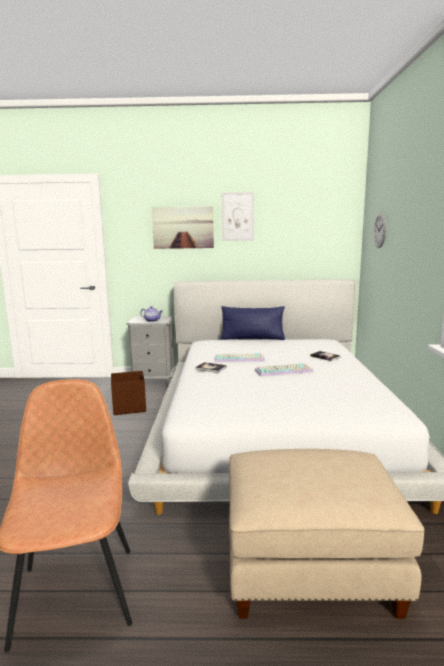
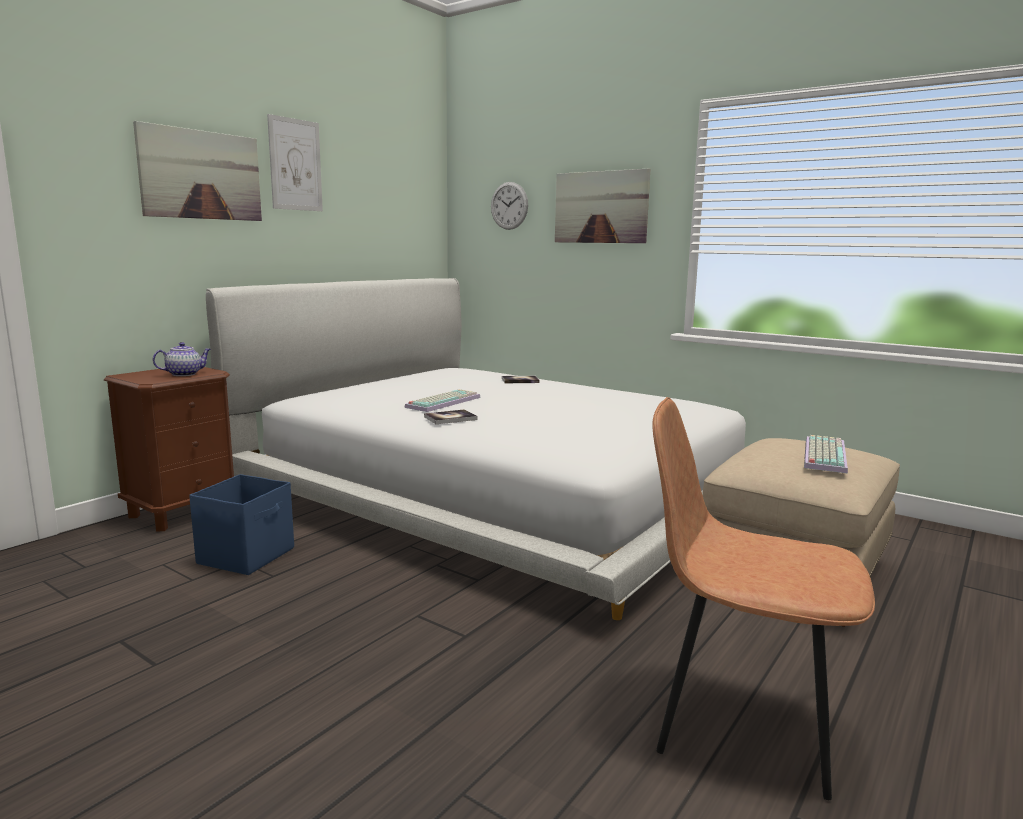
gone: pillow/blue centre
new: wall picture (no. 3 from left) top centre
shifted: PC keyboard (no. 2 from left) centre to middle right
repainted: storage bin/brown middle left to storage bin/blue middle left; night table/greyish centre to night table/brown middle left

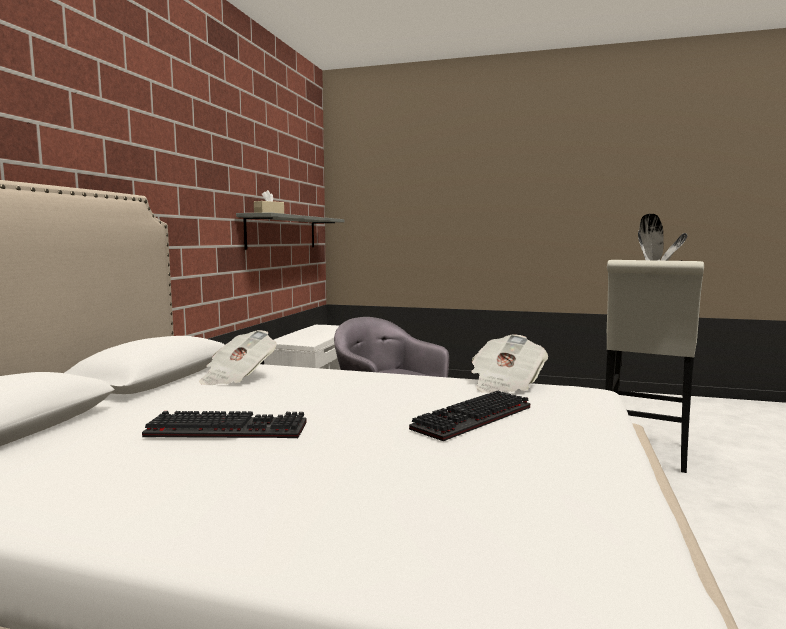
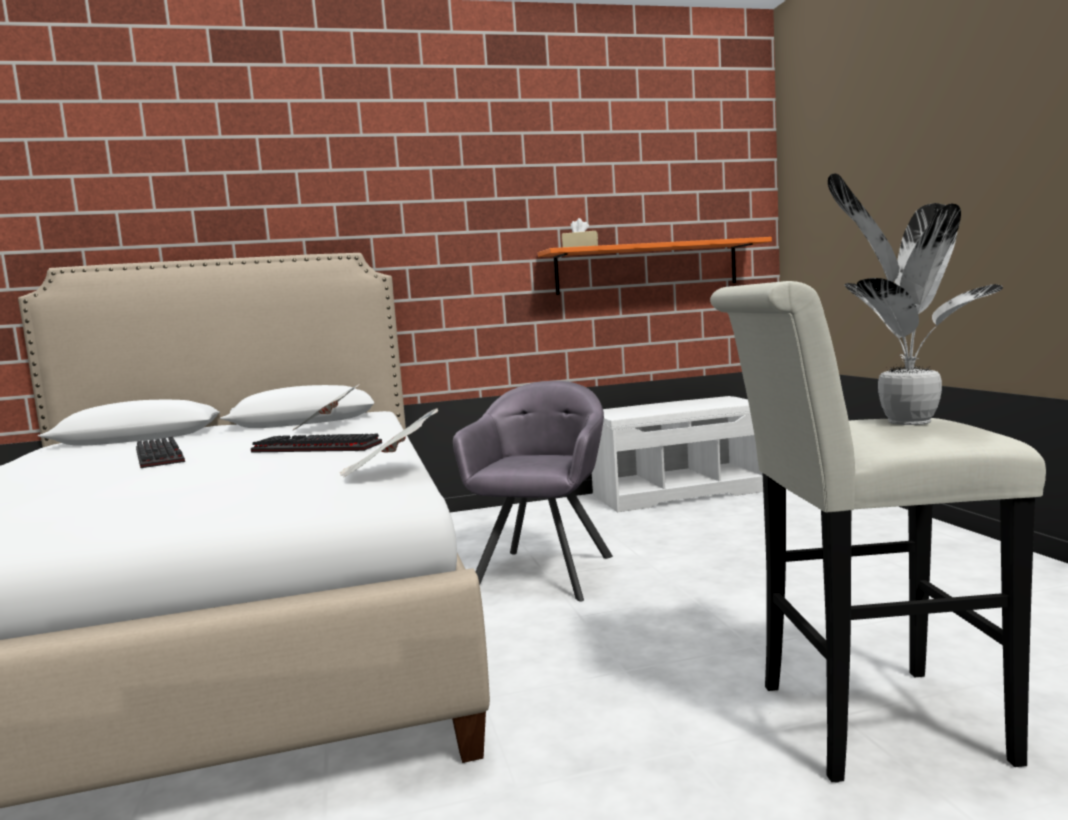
shifted: PC keyboard (no. 2 from left) centre to middle left
repainted: shelf/greyish centre to shelf/orange-coloured top centre

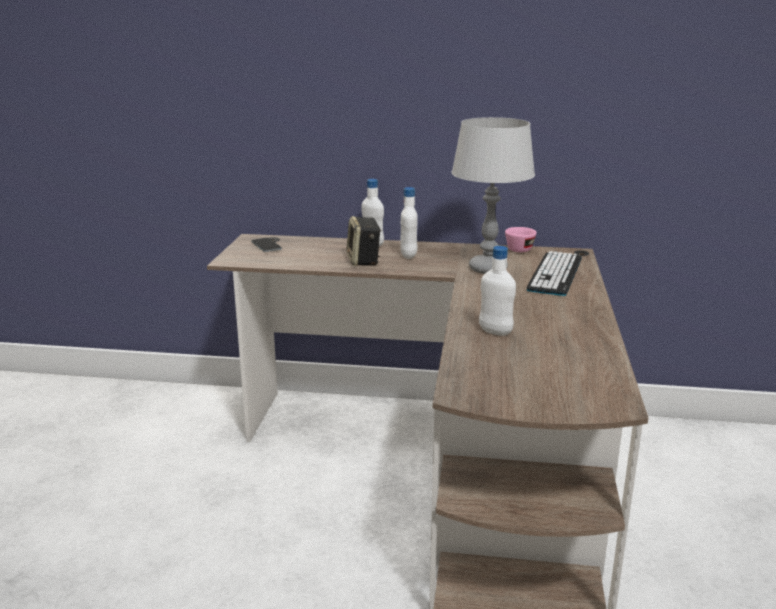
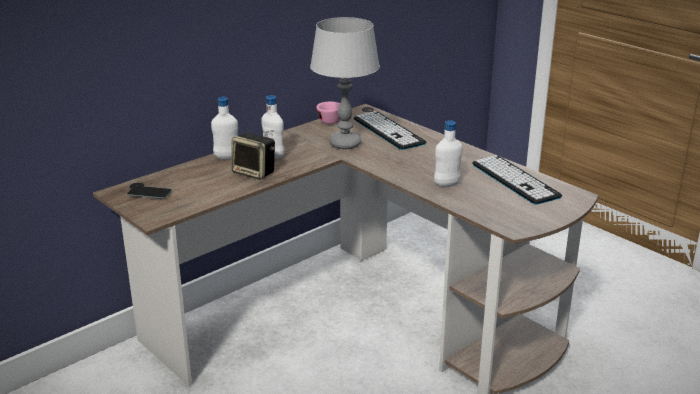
new: PC keyboard (no. 2 from left) middle right

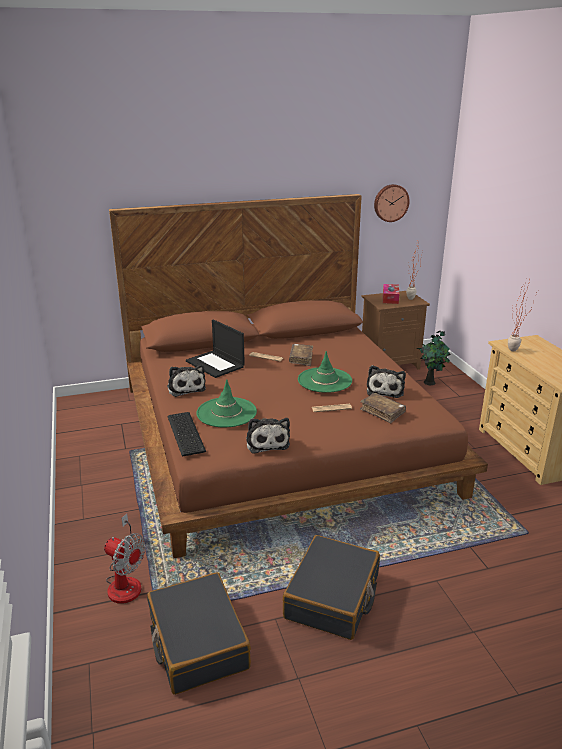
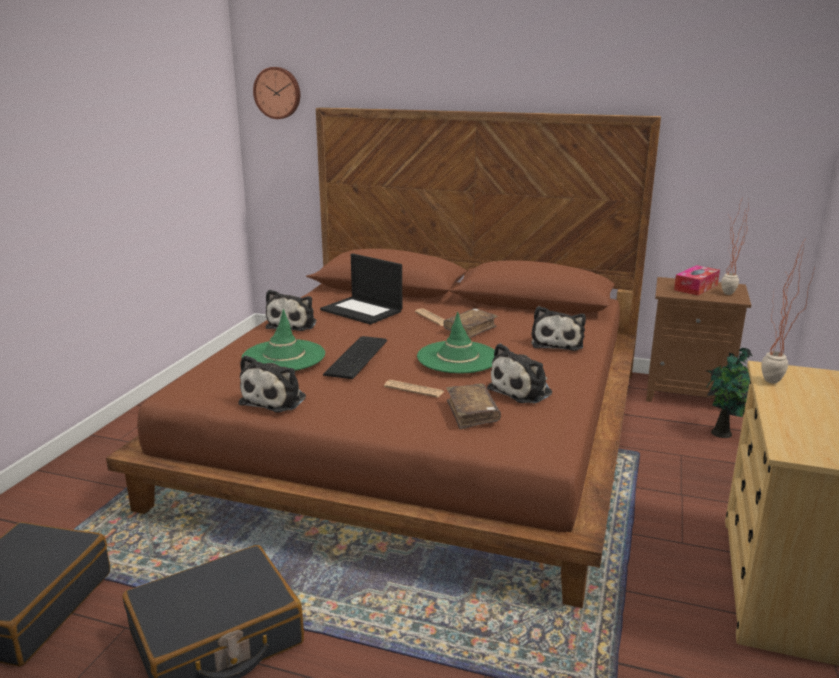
gone: fan bottom left
new: soft toy (no. 4 from left) centre
shifted: PC keyboard middle left to centre; hanging clock top right to top left
rotated: notebook computer centre = centre 45 degrees counterclockwise

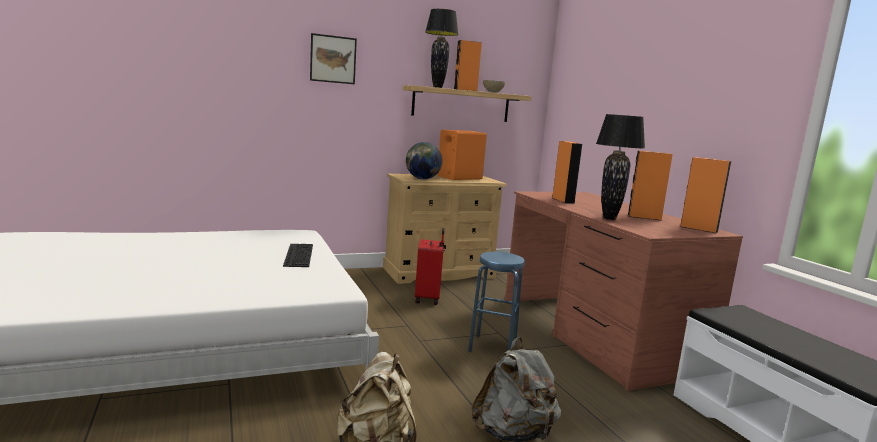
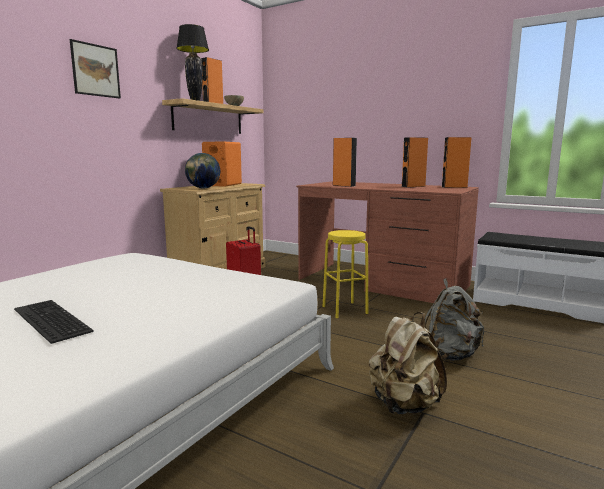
gone: lamp for a table/black (no. 2 from left) middle right
shifted: PC keyboard centre to middle left
repainted: stool seat/blue bottom centre to stool seat/yellowish centre

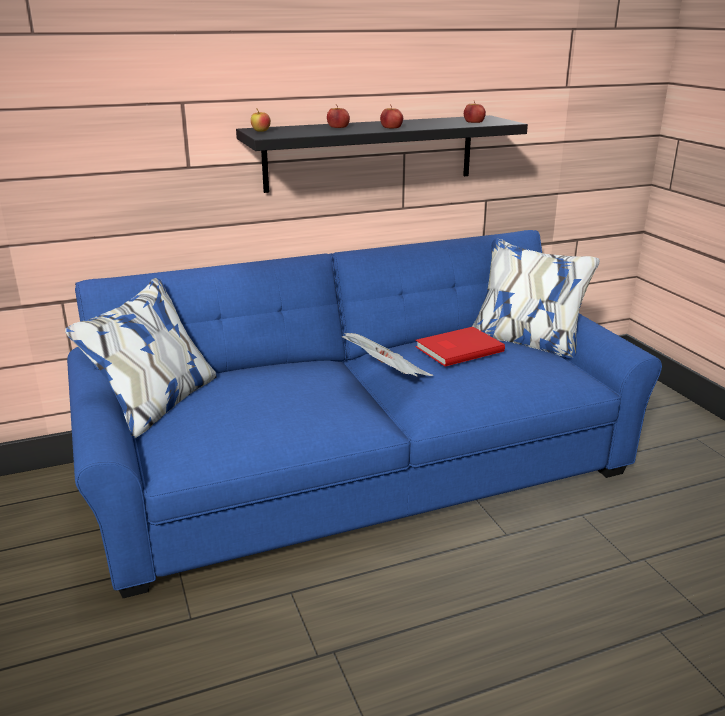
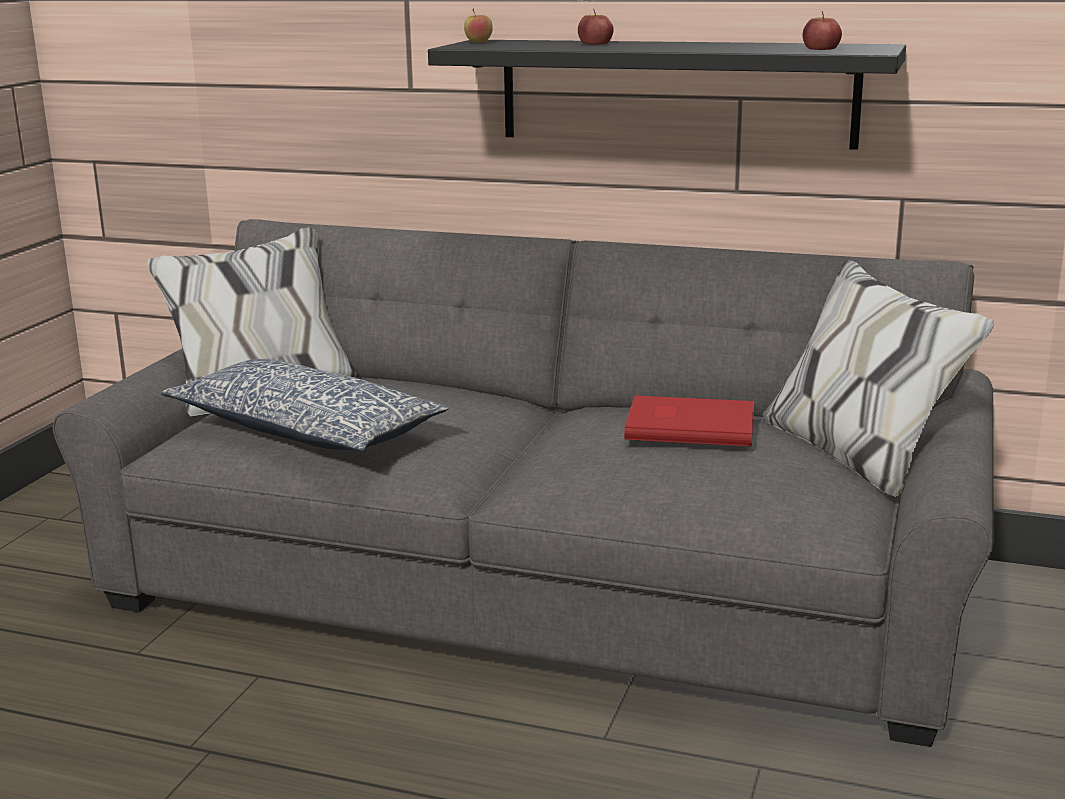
gone: printed paper centre; whole apple (no. 3 from left) top centre
new: pillow middle left
repainted: couch/blue centre to couch/greyish centre

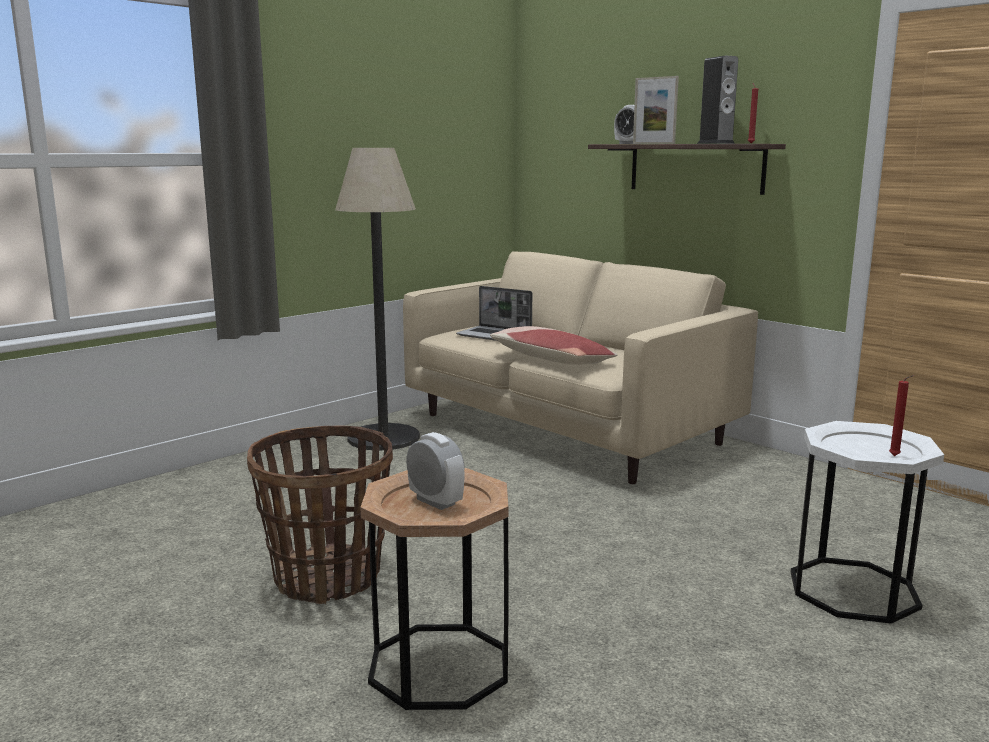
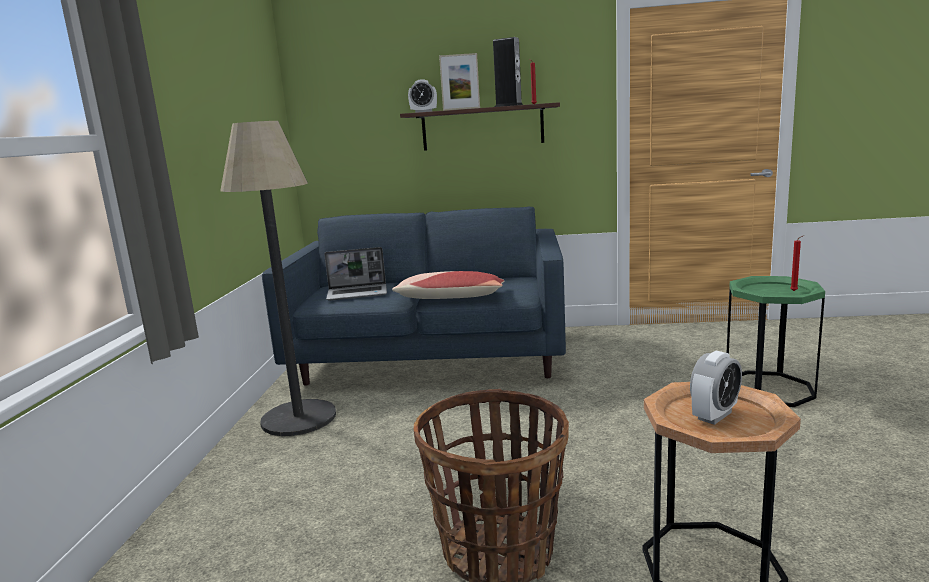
repainted: couch/beige-coloured centre to couch/blue centre; end table/white bottom right to end table/green-coloured middle right
rotated: table clock (no. 1 from left in the first image) centre = bottom right 135 degrees clockwise

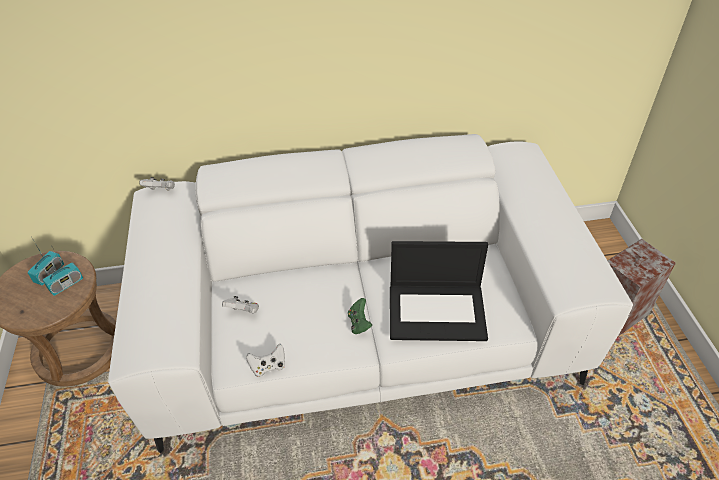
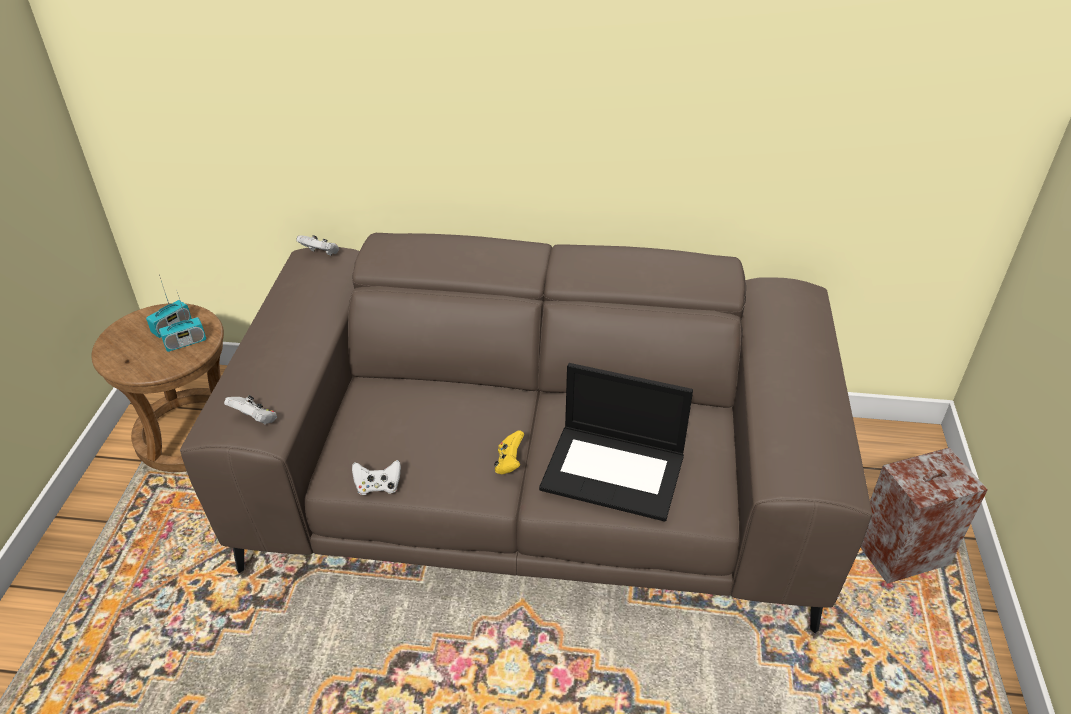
shifted: gamepad/white (no. 2 from left in the first image) centre to gamepad/white (no. 1 from left) middle left
repainted: couch/white centre to couch/brown centre; gamepad/green-coloured centre to gamepad/yellowish centre

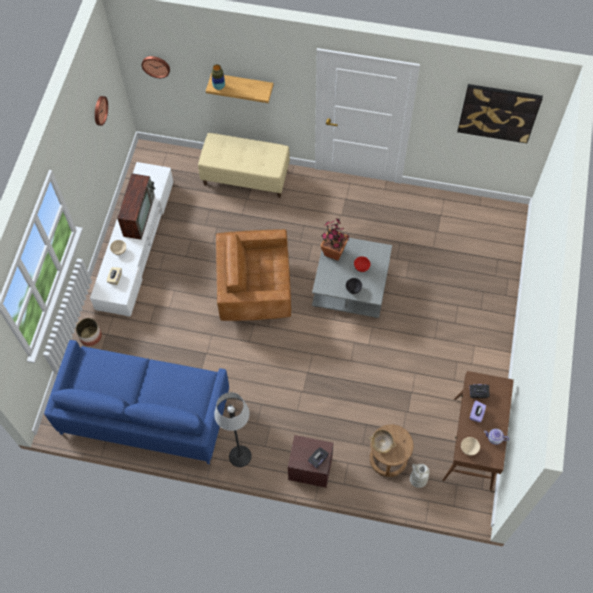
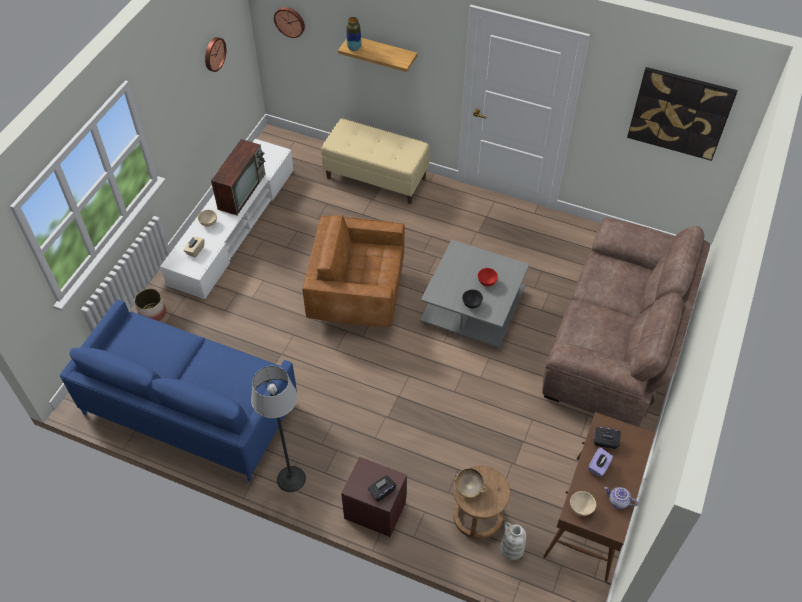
gone: houseplant centre
new: couch/brown middle right

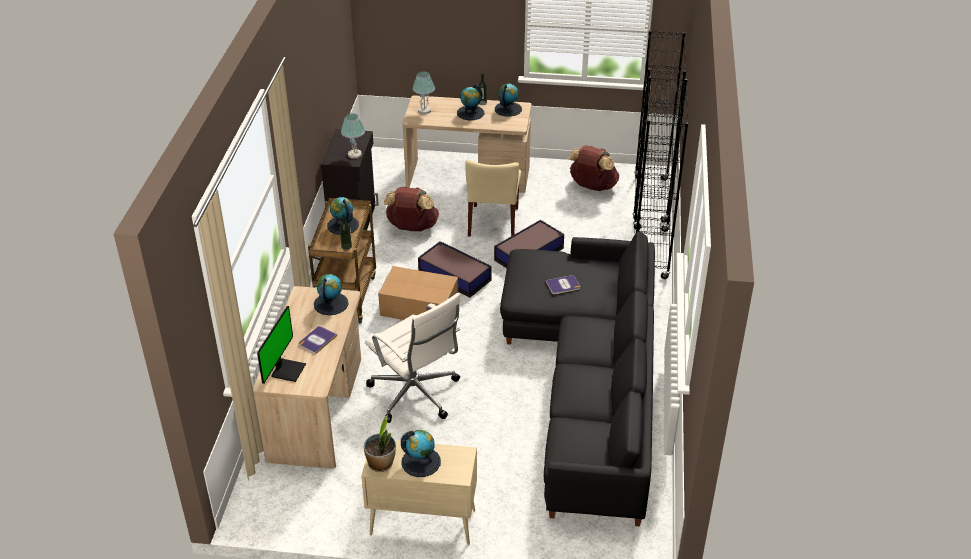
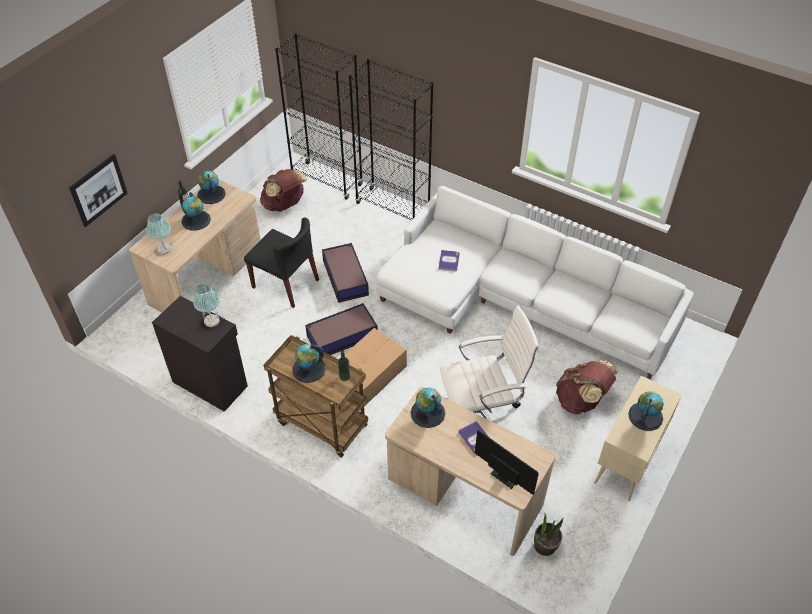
new: wall picture top left
shifted: houseplant bottom centre to bottom right; knapsack/brown (no. 1 from left in the first image) centre to knapsack/brown (no. 2 from left) middle right
repainted: chair/beige-coloured centre to chair/black centre; couch/black bottom centre to couch/white centre

